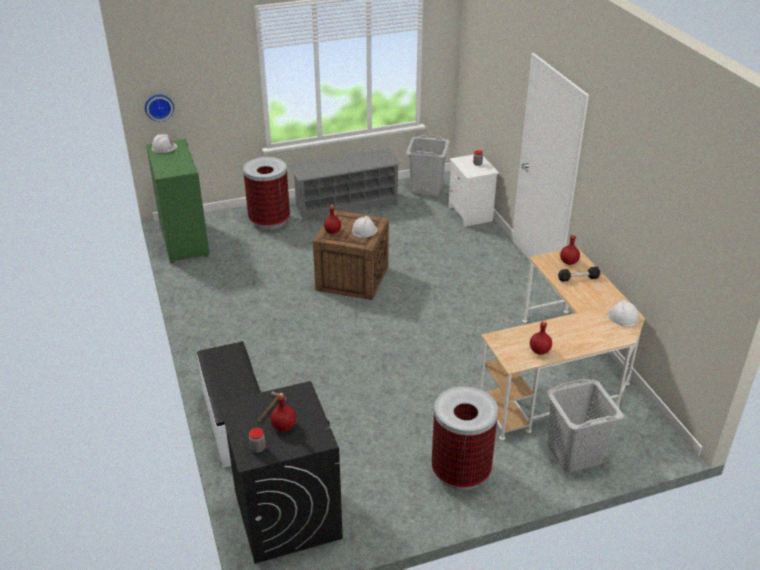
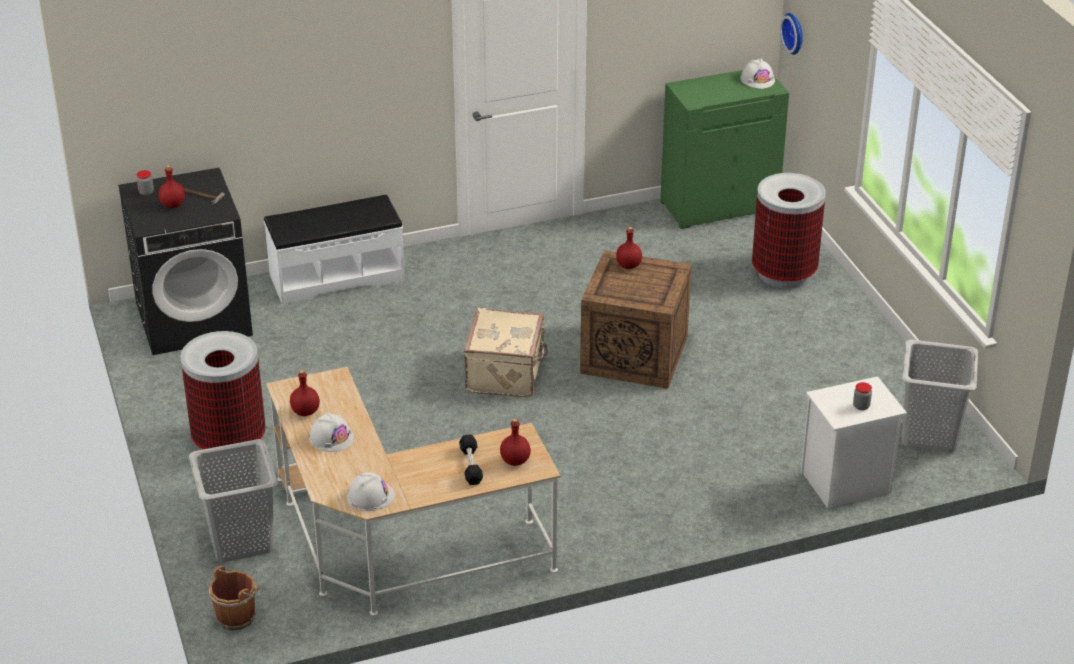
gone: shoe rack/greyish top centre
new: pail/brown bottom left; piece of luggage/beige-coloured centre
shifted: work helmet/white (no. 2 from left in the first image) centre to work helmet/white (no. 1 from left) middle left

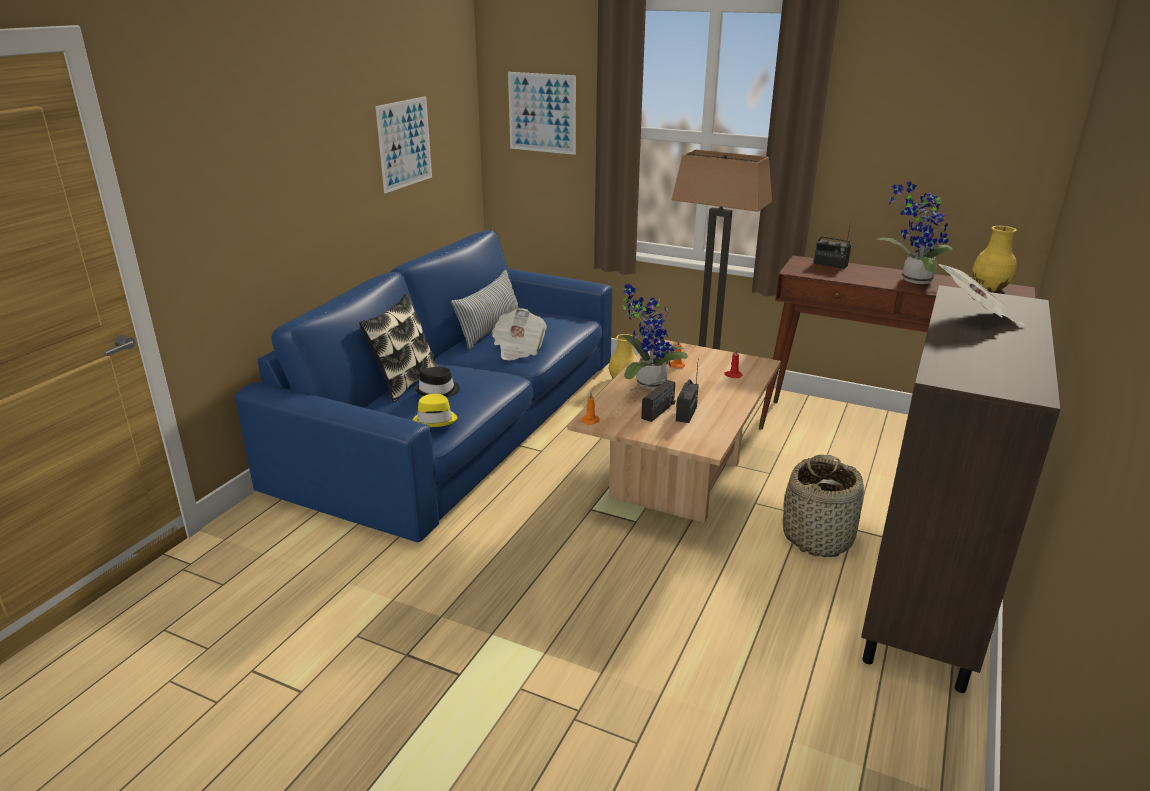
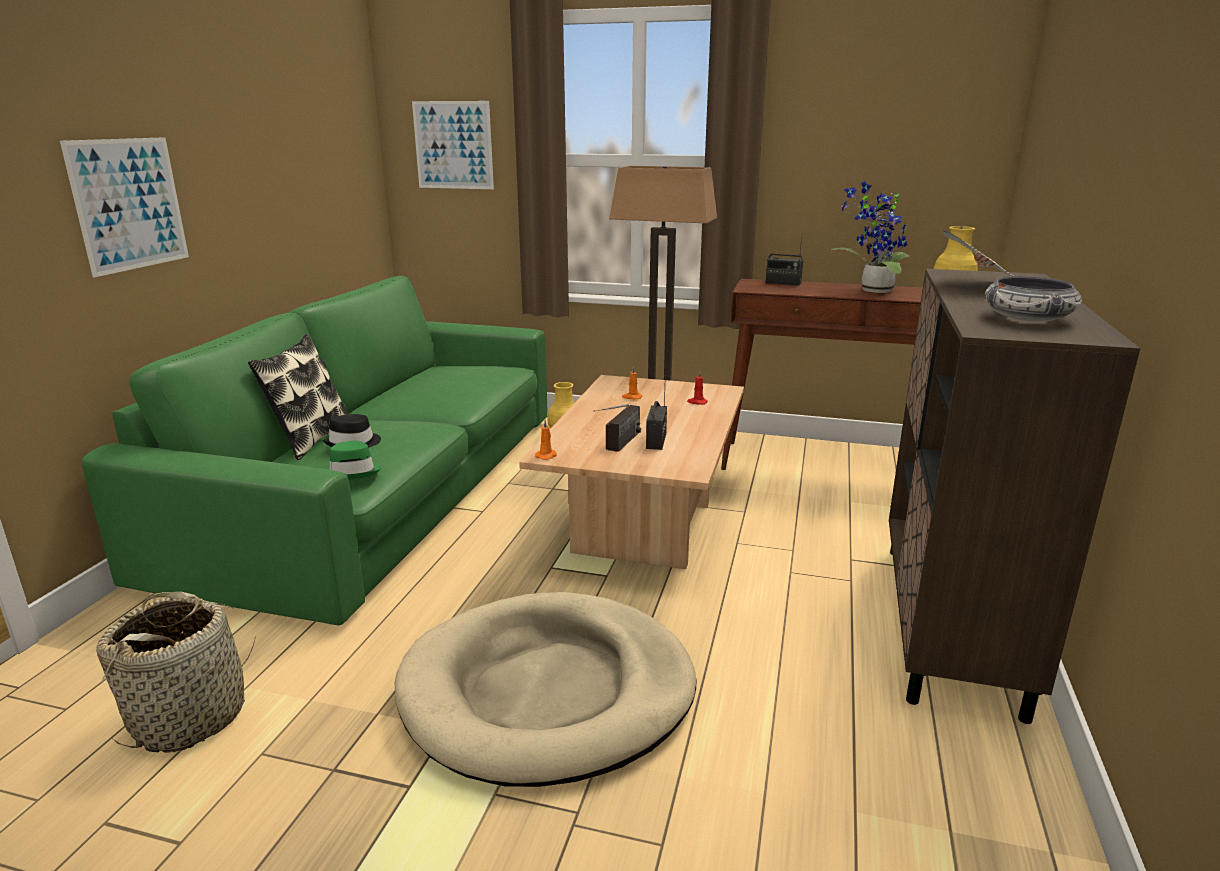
gone: pillow (no. 2 from left) centre; printed paper (no. 1 from left) centre; houseplant (no. 1 from left) centre
new: dog cushion/beige-coloured bottom centre; deep dish middle right
shifted: wall picture (no. 1 from left) top centre to top left; storage basket middle right to bottom left
repainted: couch/blue centre to couch/green-coloured middle left; wearable hat/yellowish centre to wearable hat/green-coloured middle left

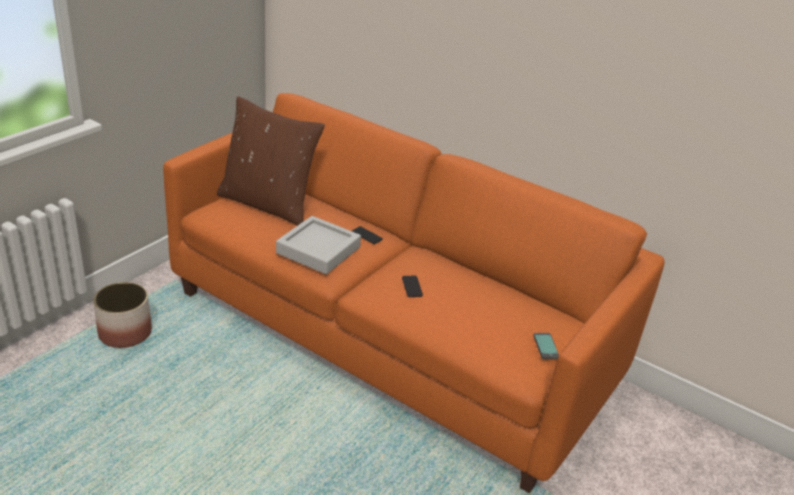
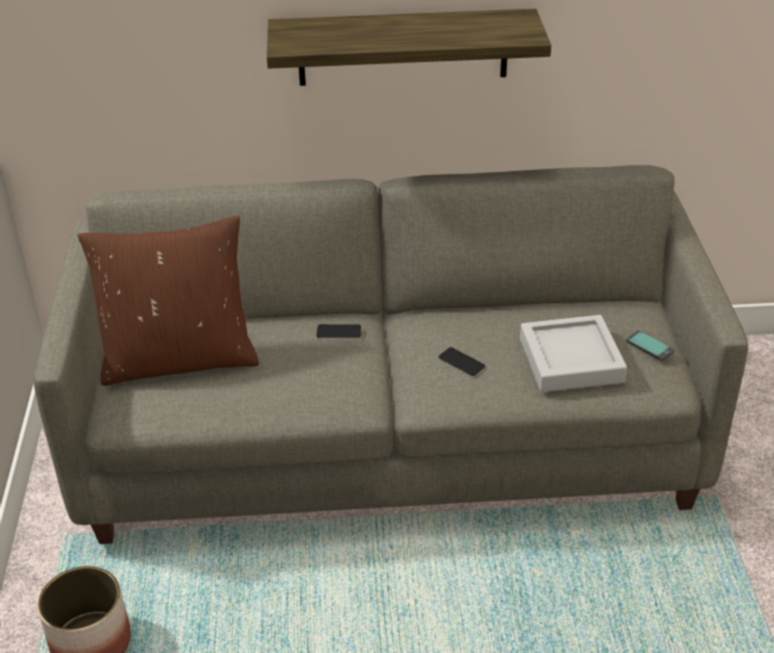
new: shelf top centre
shifted: serving tray/greyish centre to middle right
repainted: couch/orange-coloured centre to couch/greyish centre

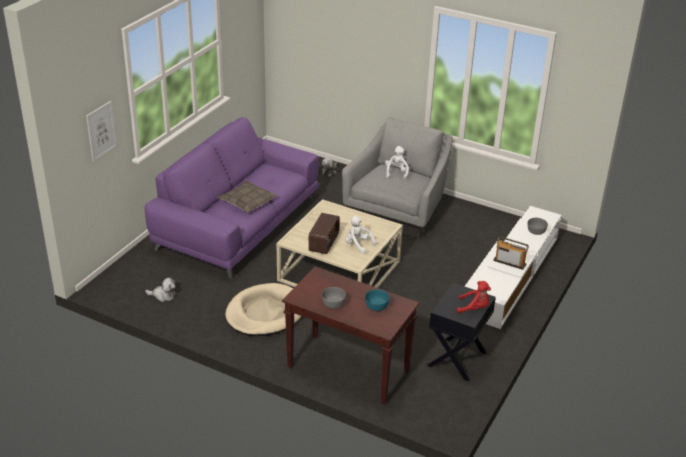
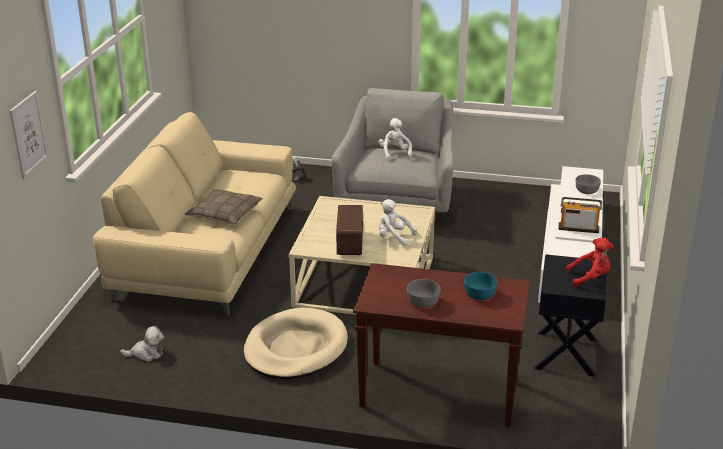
repainted: couch/purple centre to couch/beige-coloured middle left

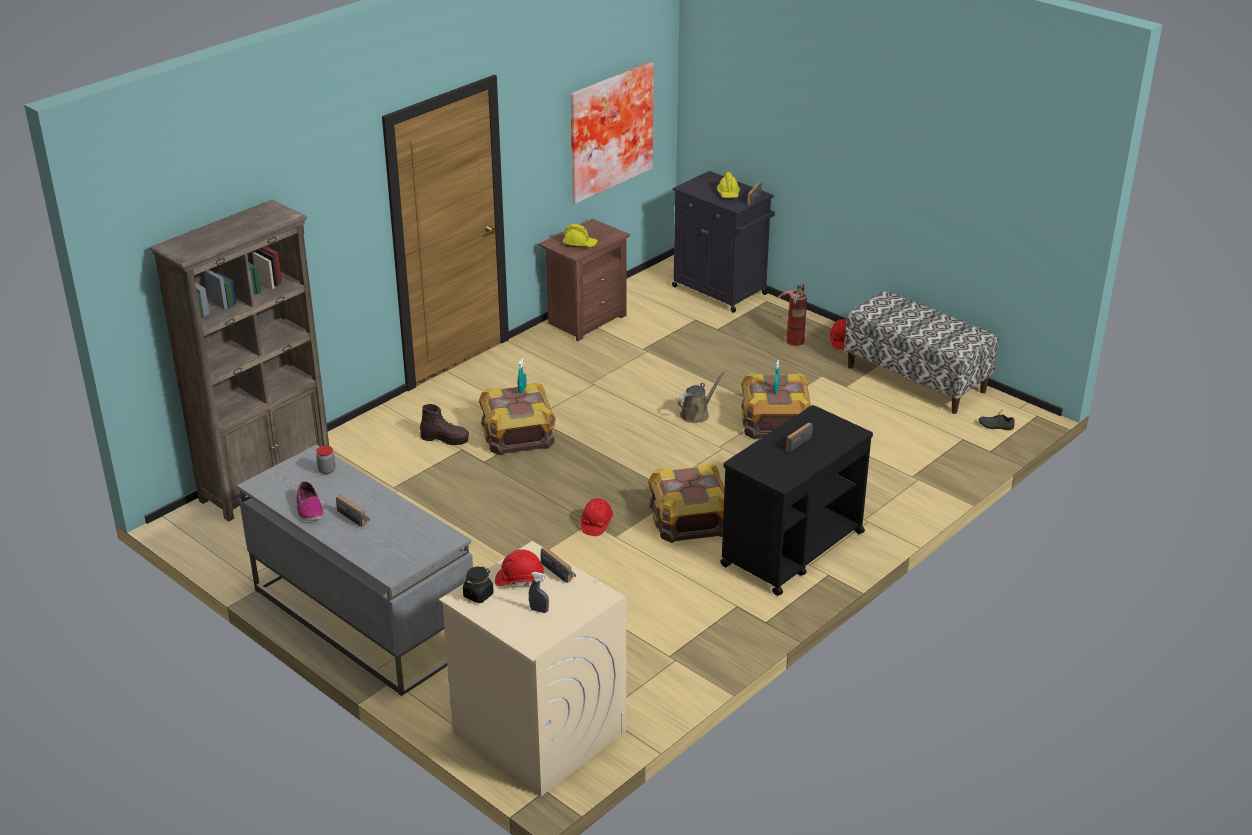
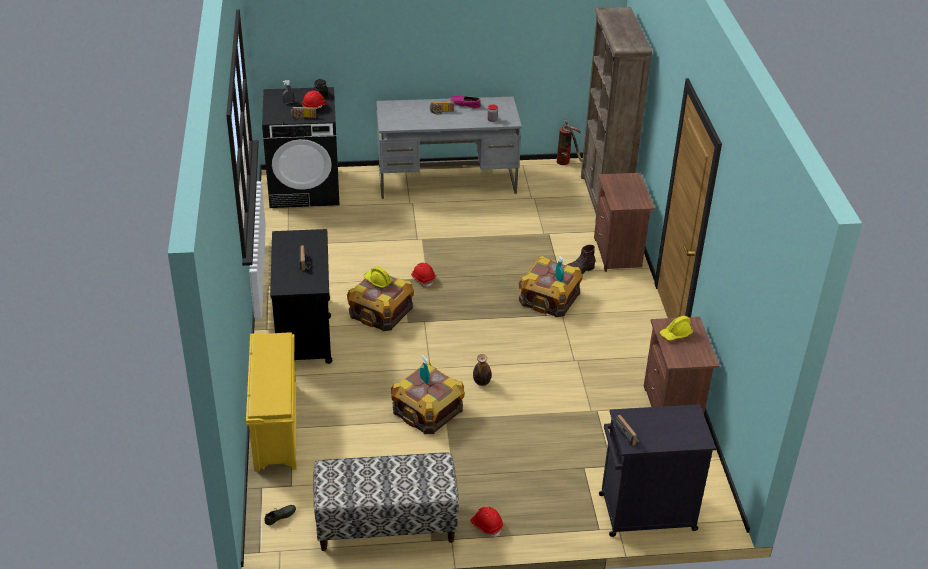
gone: wall picture top centre
new: shoe rack/yellowish bottom left; night table/brown (no. 1 from left) middle right
shifted: work helmet/yellowish (no. 2 from left in the first image) top centre to work helmet/yellowish (no. 1 from left) centre; extinguisher centre to top centre
swapped: watering can/brown centre to drink bottle centre
repainted: laundry appliance/beige-coloured bottom centre to laundry appliance/black top left

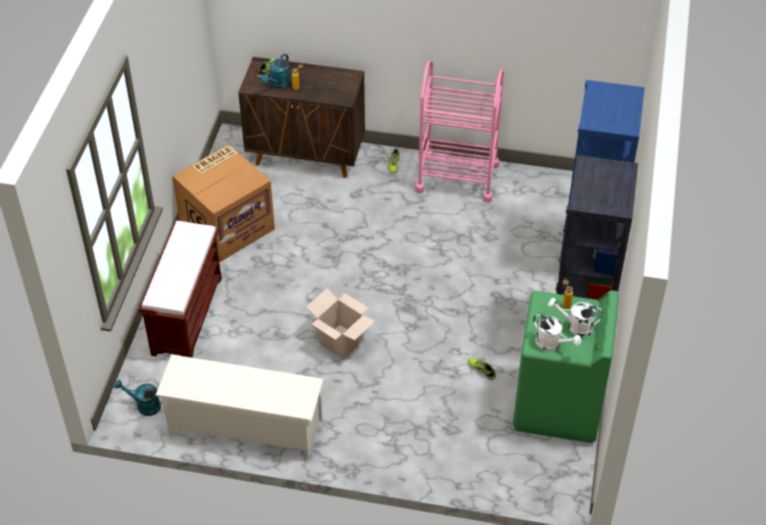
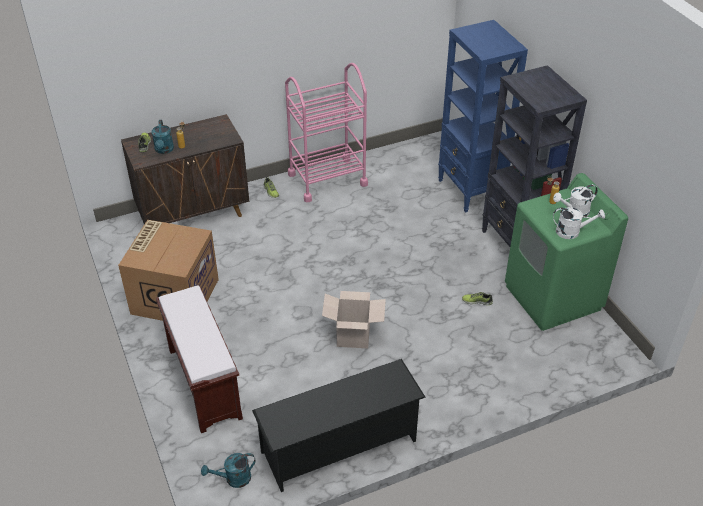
repainted: shoe rack/white bottom left to shoe rack/black bottom centre

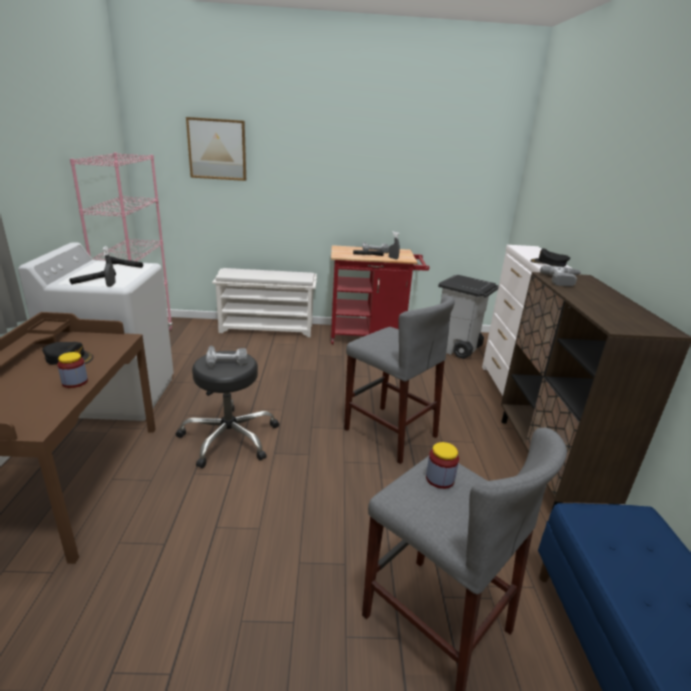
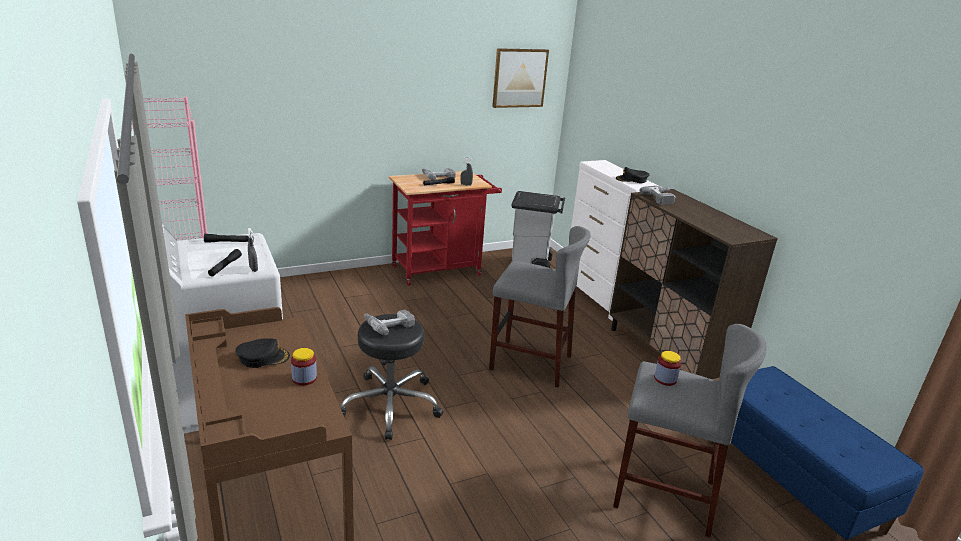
gone: shoe rack/white centre
shifted: wall picture top left to top centre

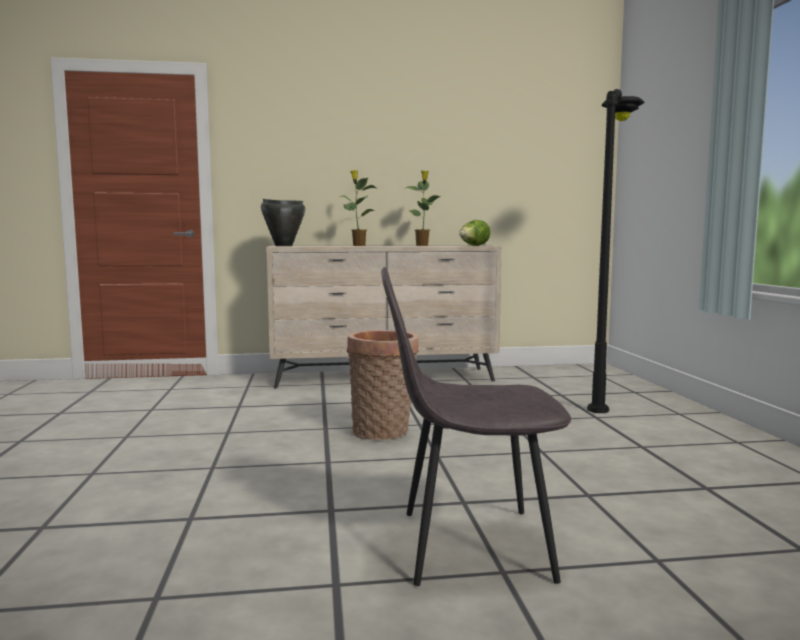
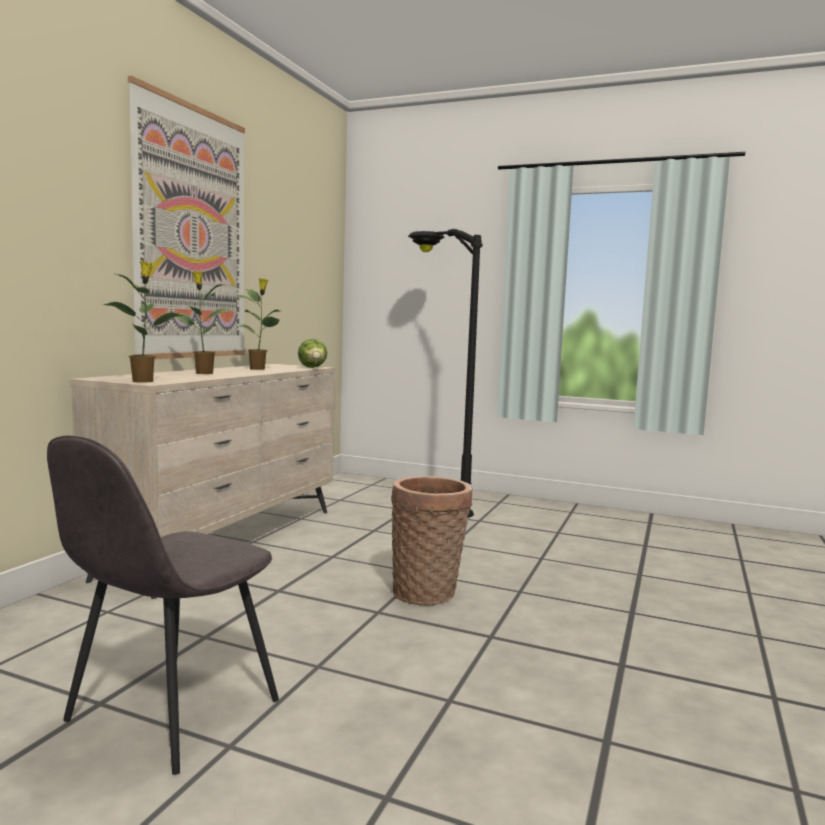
new: wall picture top left
shifted: chair/greyish centre to bottom left
swapped: stockpot/black centre to houseplant (no. 1 from left) middle left

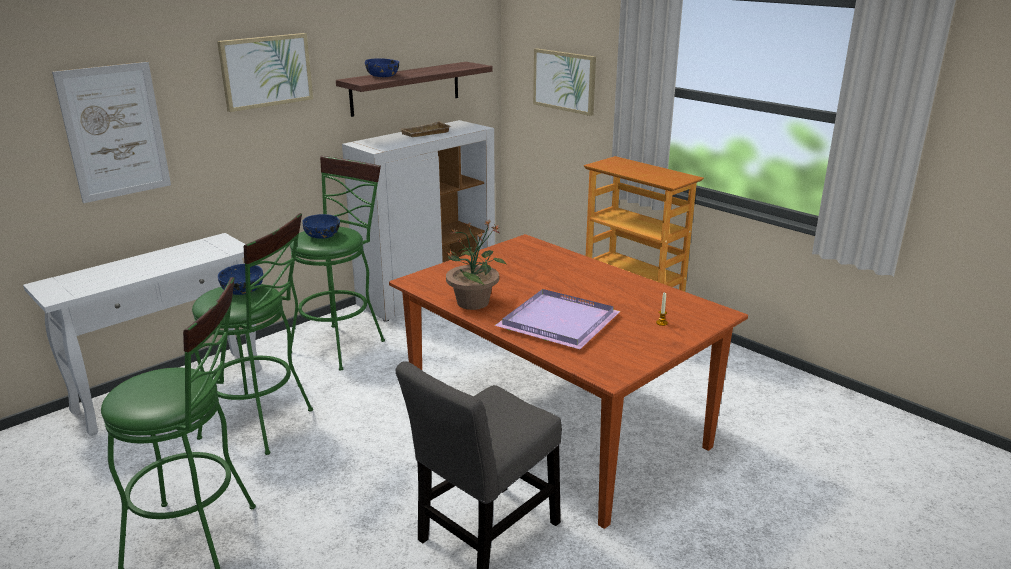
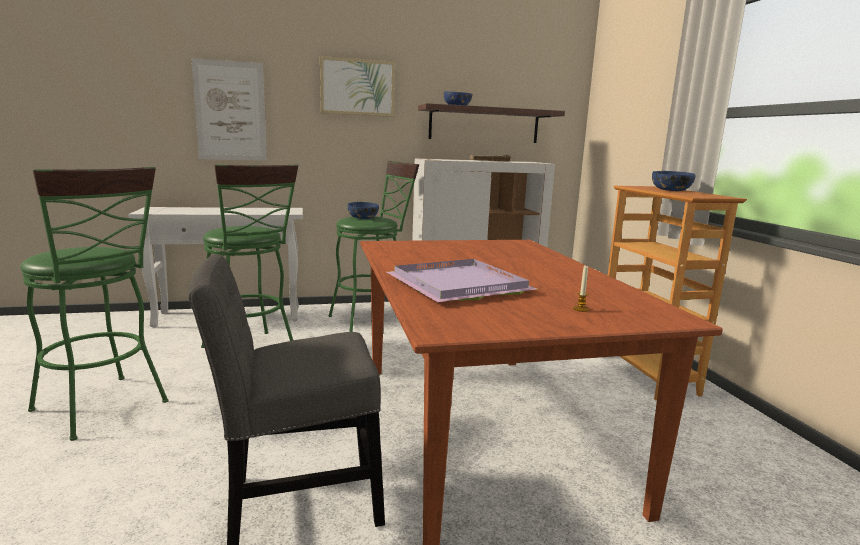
gone: houseplant centre; wall picture (no. 3 from left) top centre
shifted: deep dish/blue (no. 1 from left in the first image) middle left to deep dish/blue (no. 3 from left) top right

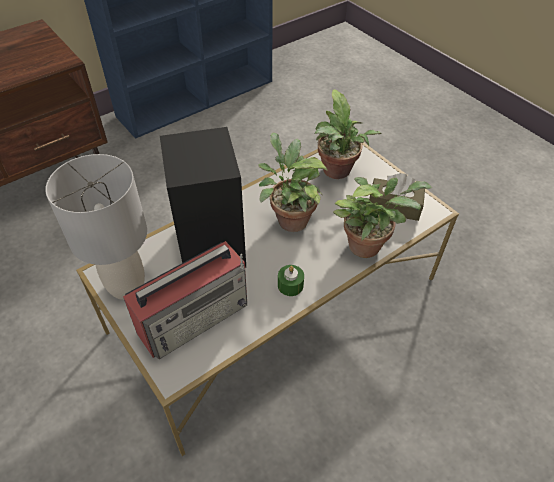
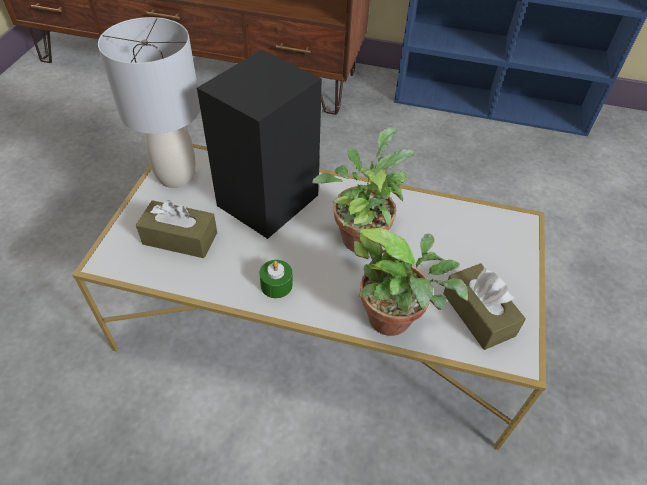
gone: houseplant (no. 2 from left) top centre
swapped: radio set centre to tissue holder/brown (no. 1 from left) middle left

